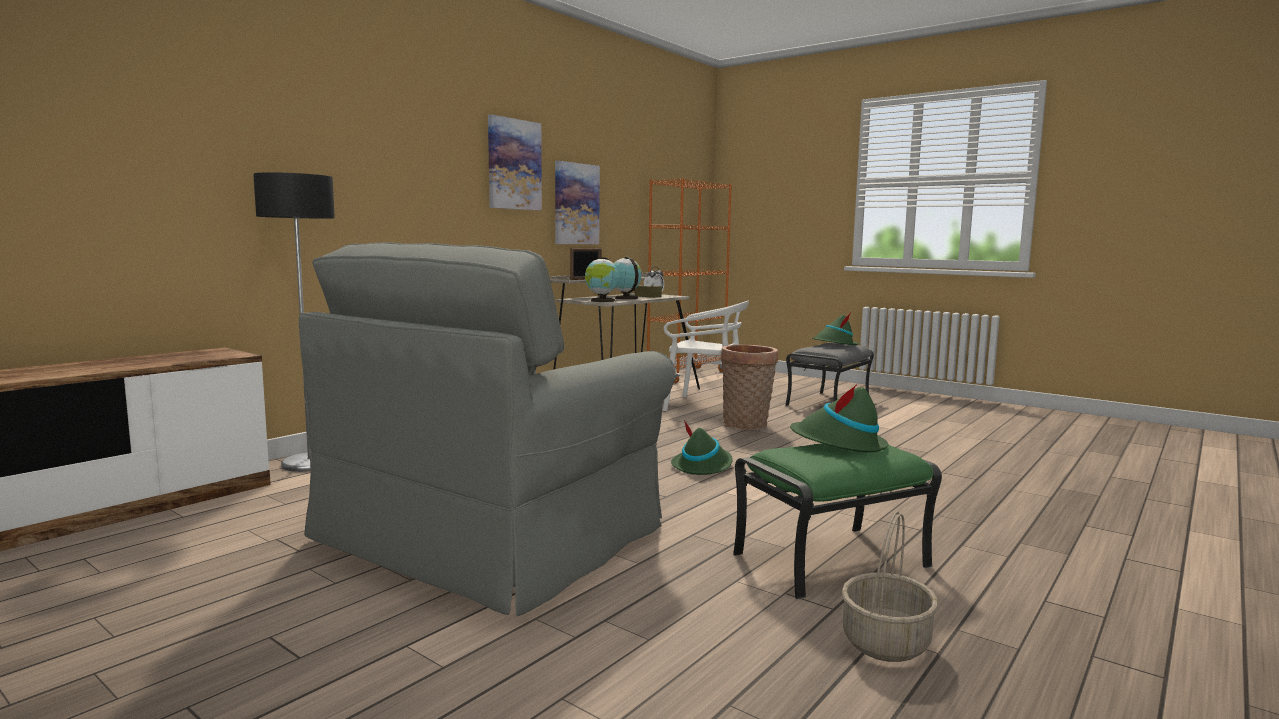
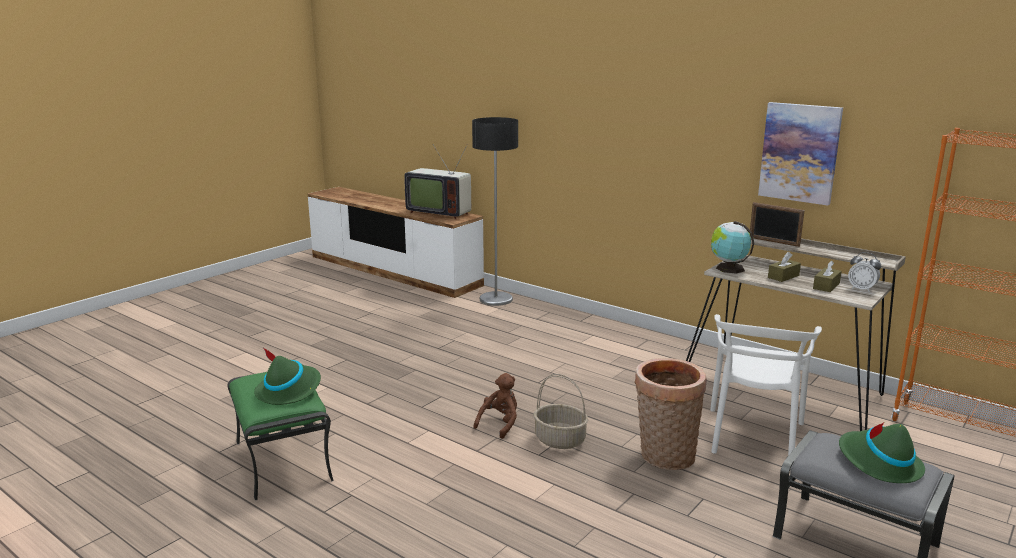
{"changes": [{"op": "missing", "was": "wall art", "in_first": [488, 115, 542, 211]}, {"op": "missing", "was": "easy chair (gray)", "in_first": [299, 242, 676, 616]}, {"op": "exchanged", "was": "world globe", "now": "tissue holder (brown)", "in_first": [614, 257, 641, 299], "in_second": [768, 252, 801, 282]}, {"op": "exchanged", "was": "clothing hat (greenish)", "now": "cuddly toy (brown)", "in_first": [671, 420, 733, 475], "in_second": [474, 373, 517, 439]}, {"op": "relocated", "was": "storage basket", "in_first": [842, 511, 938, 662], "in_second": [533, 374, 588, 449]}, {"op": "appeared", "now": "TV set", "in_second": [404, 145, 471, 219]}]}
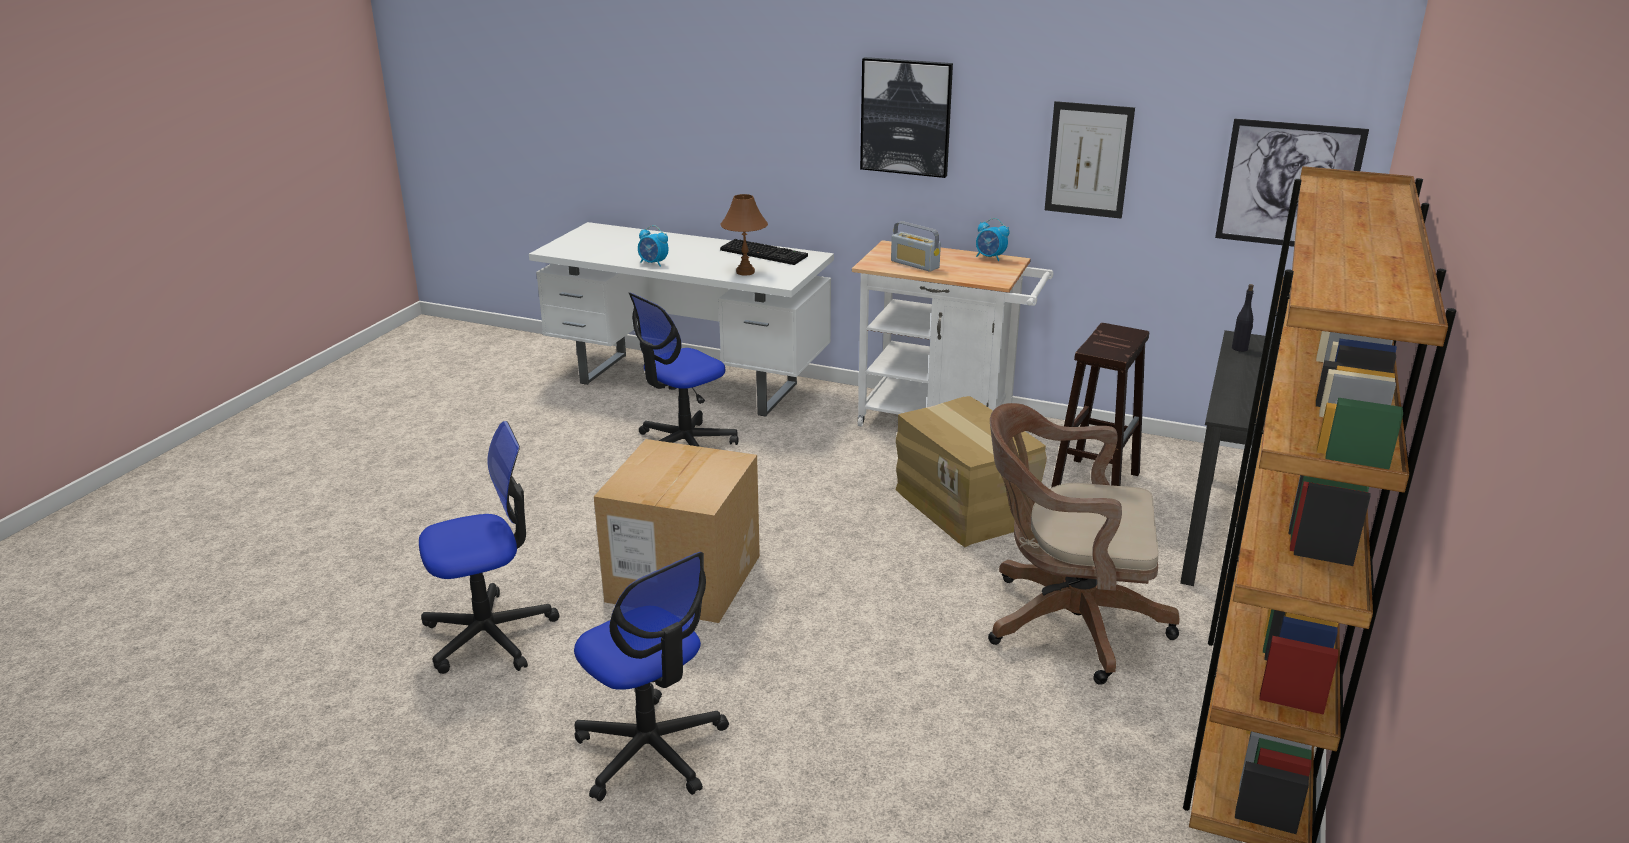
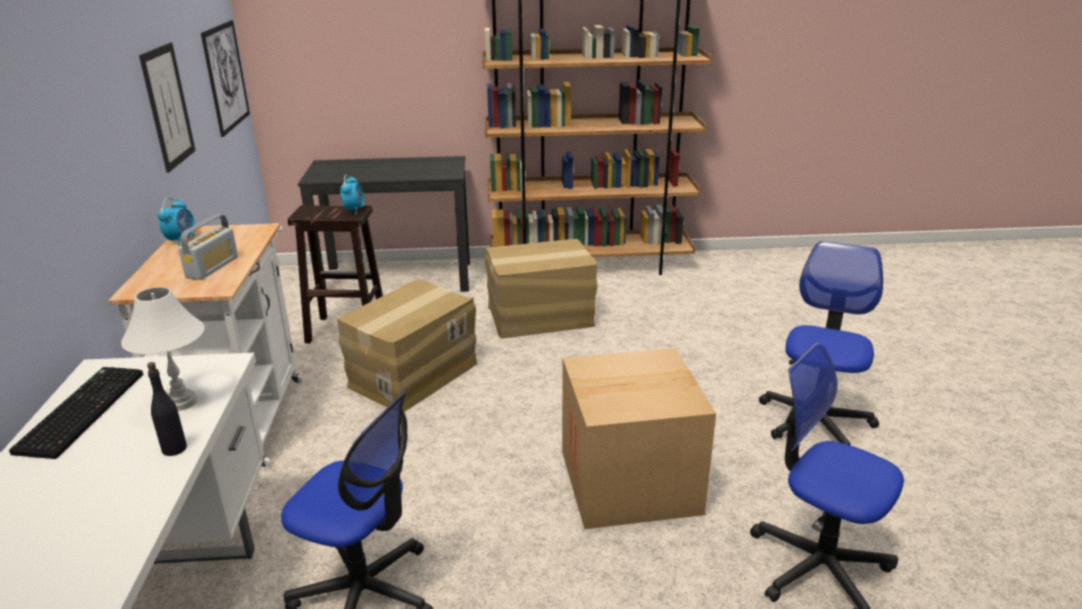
{"changes": [{"op": "missing", "was": "wall art", "in_first": [860, 57, 953, 178]}, {"op": "colour", "was": "tabletop lamp (brown)", "now": "tabletop lamp (whitish)", "in_first": [720, 194, 768, 276], "in_second": [121, 287, 205, 411]}, {"op": "relocated", "was": "alarm clock", "in_first": [638, 225, 669, 267], "in_second": [340, 175, 364, 214]}, {"op": "relocated", "was": "drink bottle (blackish)", "in_first": [1232, 284, 1254, 352], "in_second": [147, 362, 187, 456]}, {"op": "exchanged", "was": "computer chair (brown)", "now": "packing box", "in_first": [988, 403, 1180, 685], "in_second": [485, 239, 598, 338]}]}
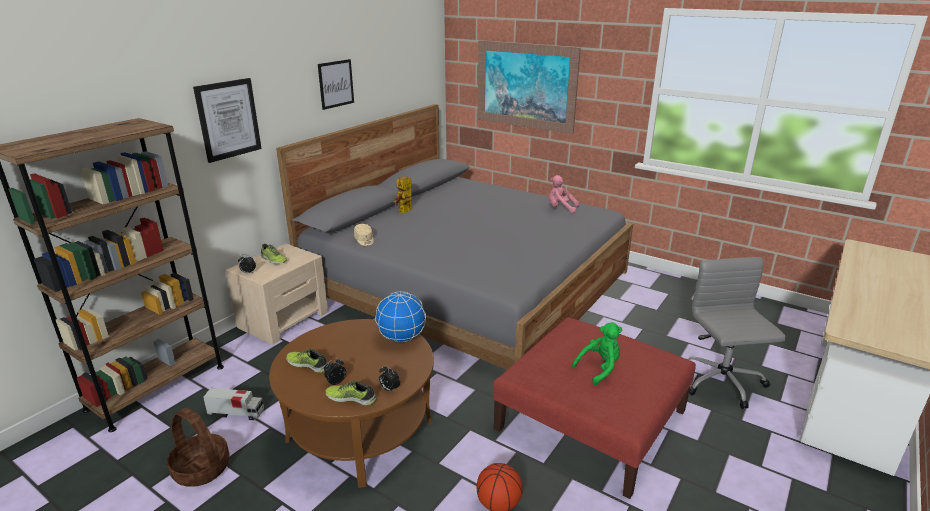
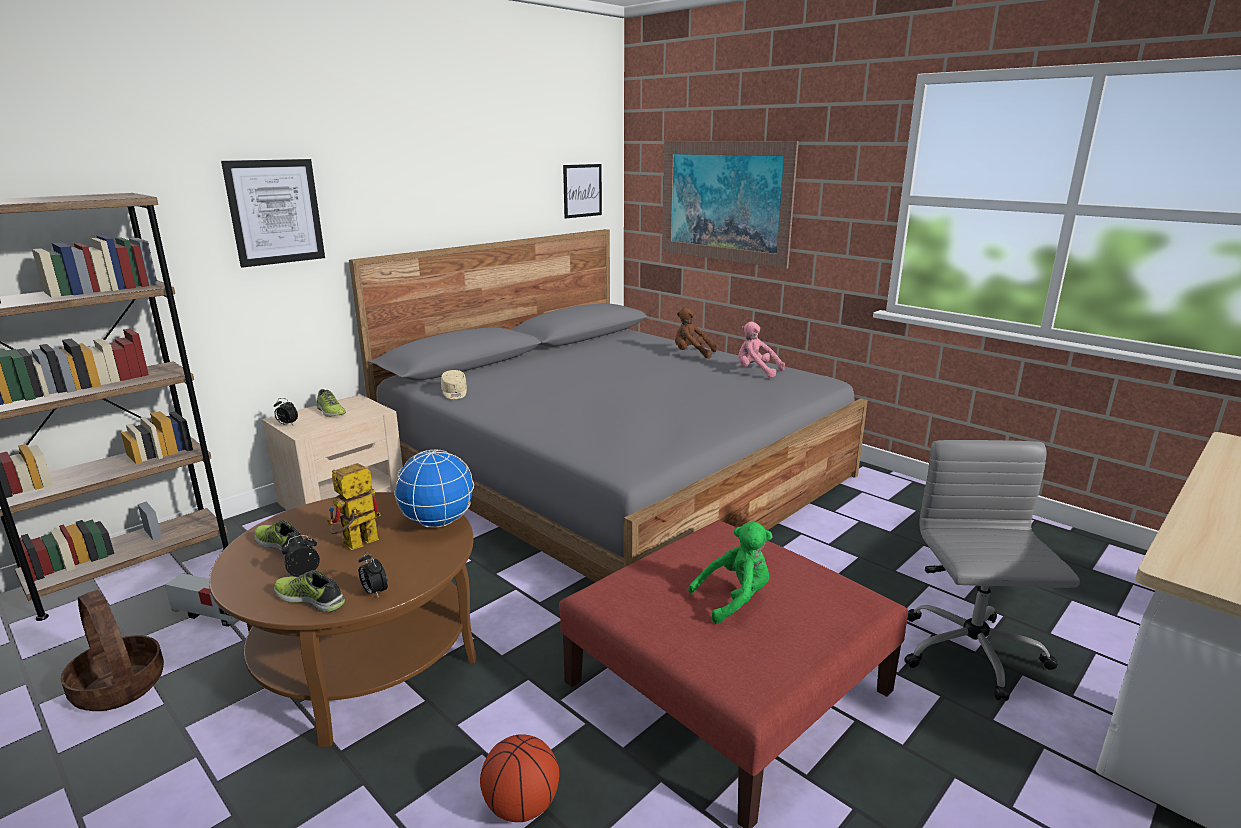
{"changes": [{"op": "relocated", "was": "wall art", "in_first": [318, 59, 354, 110], "in_second": [563, 164, 602, 219]}, {"op": "relocated", "was": "robot figure", "in_first": [393, 176, 412, 213], "in_second": [327, 463, 381, 550]}, {"op": "appeared", "now": "cuddly toy (brown)", "in_second": [675, 308, 717, 358]}]}
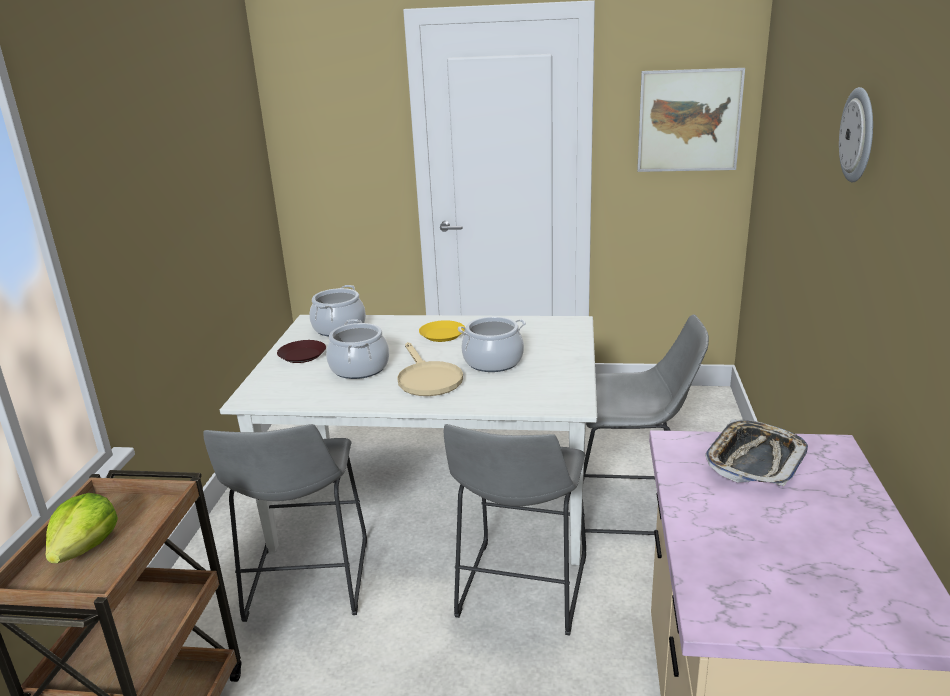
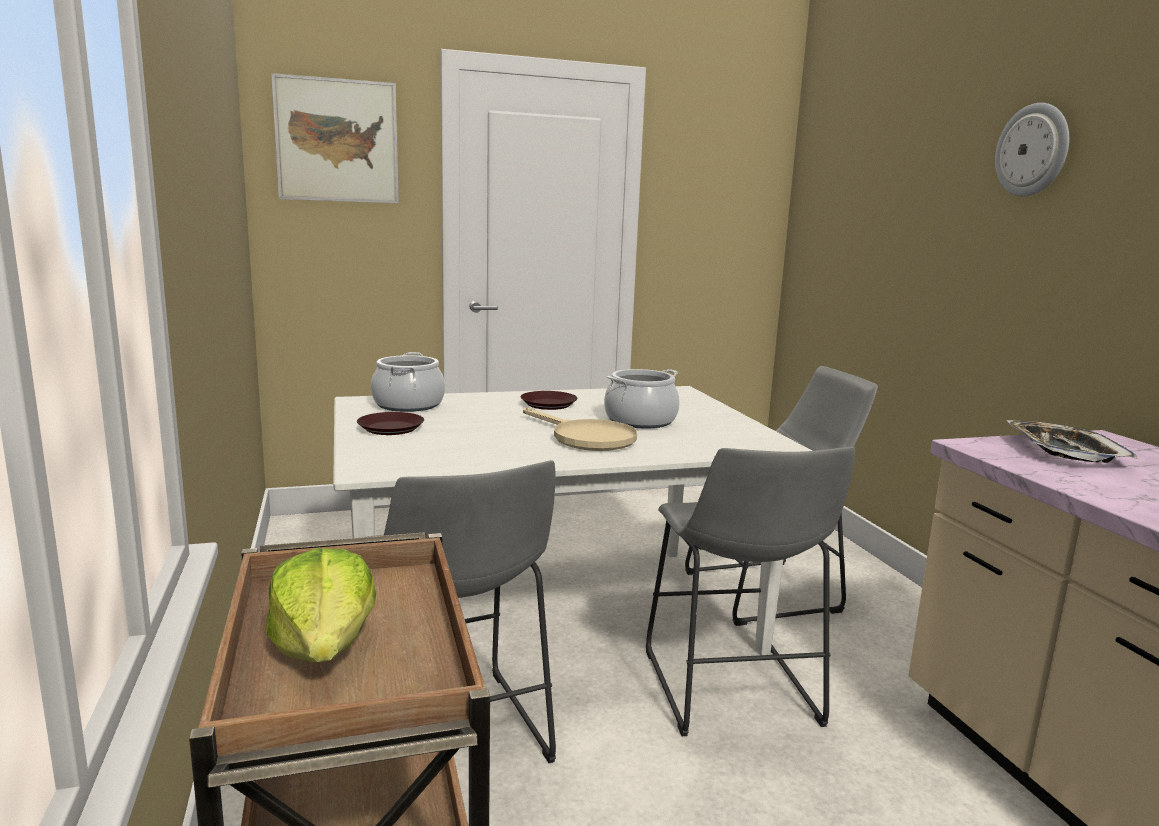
{"changes": [{"op": "relocated", "was": "wall art", "in_first": [637, 68, 745, 172], "in_second": [271, 73, 399, 203]}, {"op": "missing", "was": "stockpot", "in_first": [326, 319, 389, 379]}, {"op": "colour", "was": "plate (yellow)", "now": "plate (brown)", "in_first": [419, 320, 465, 342], "in_second": [520, 391, 578, 410]}]}
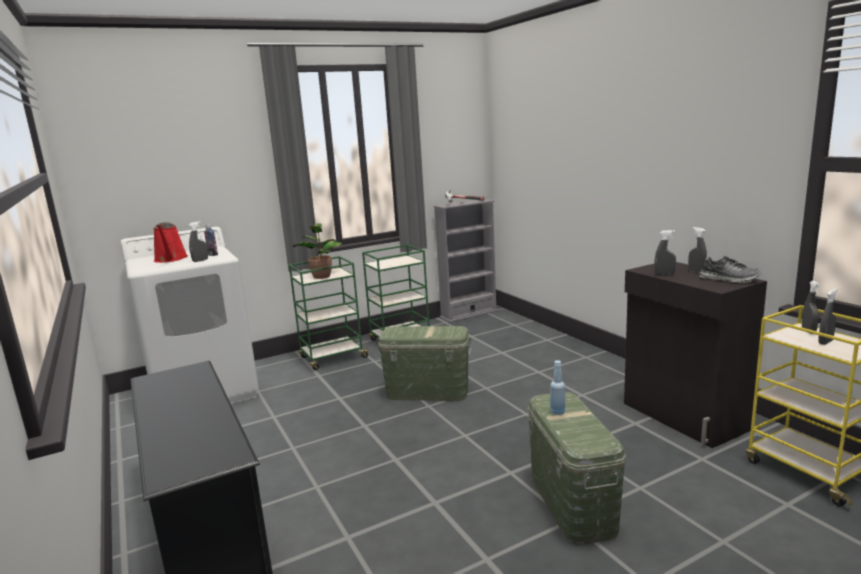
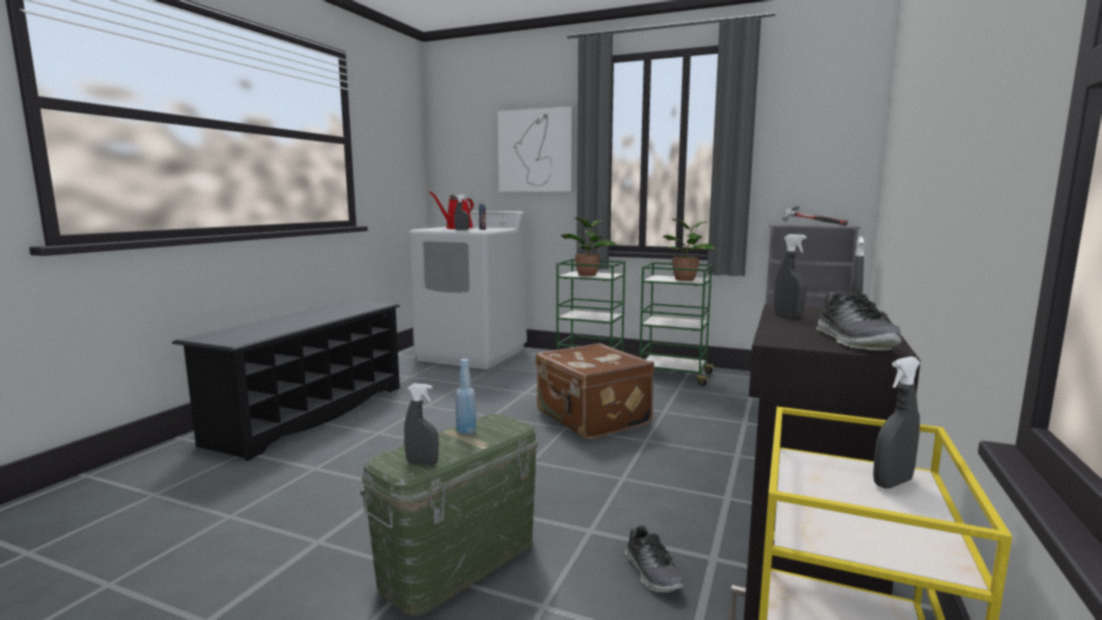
{"changes": [{"op": "relocated", "was": "spray bottle (gray)", "in_first": [818, 288, 838, 345], "in_second": [404, 383, 439, 466]}, {"op": "exchanged", "was": "storage container (greenish)", "now": "travel case (brown)", "in_first": [377, 326, 471, 401], "in_second": [536, 343, 654, 440]}, {"op": "appeared", "now": "wall art", "in_second": [498, 106, 574, 192]}, {"op": "appeared", "now": "potted plant", "in_second": [663, 218, 715, 281]}, {"op": "appeared", "now": "item of footwear", "in_second": [625, 525, 685, 593]}]}
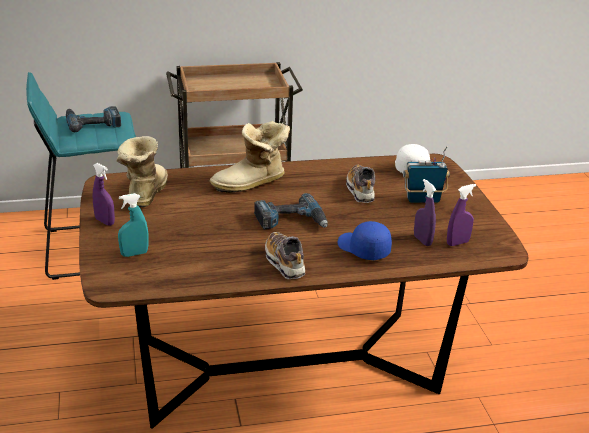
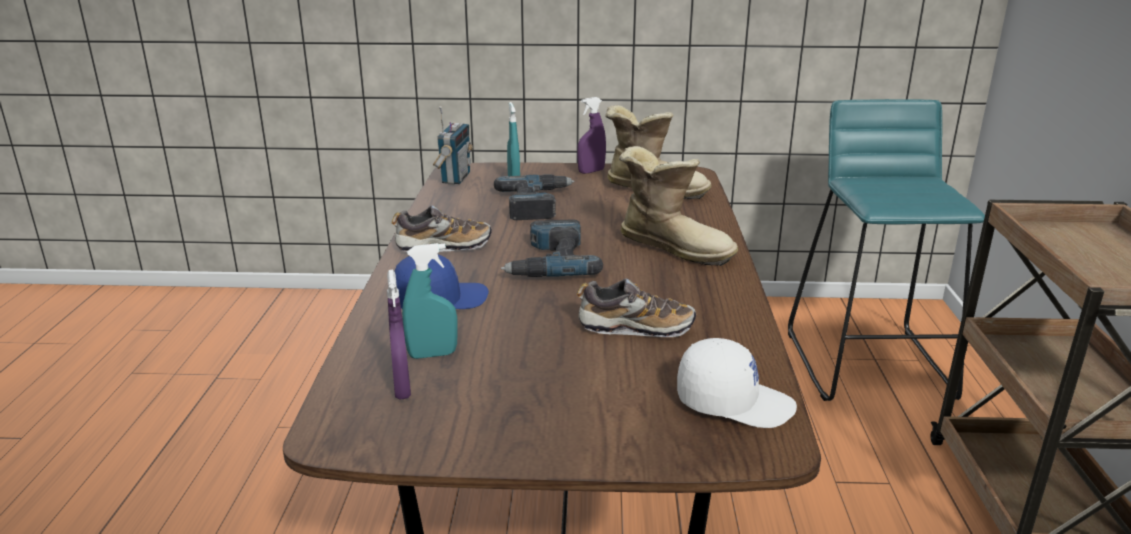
{"changes": [{"op": "relocated", "was": "drill", "in_first": [66, 106, 121, 132], "in_second": [494, 175, 575, 220]}, {"op": "spun", "was": "high-top boot", "in_first": [210, 121, 290, 192], "in_second": [619, 146, 738, 266], "clockwise": 135}, {"op": "relocated", "was": "radio set", "in_first": [403, 146, 450, 203], "in_second": [433, 106, 473, 185]}, {"op": "colour", "was": "spray bottle (purple)", "now": "spray bottle (turquoise-coloured)", "in_first": [414, 179, 436, 246], "in_second": [402, 243, 457, 359]}]}
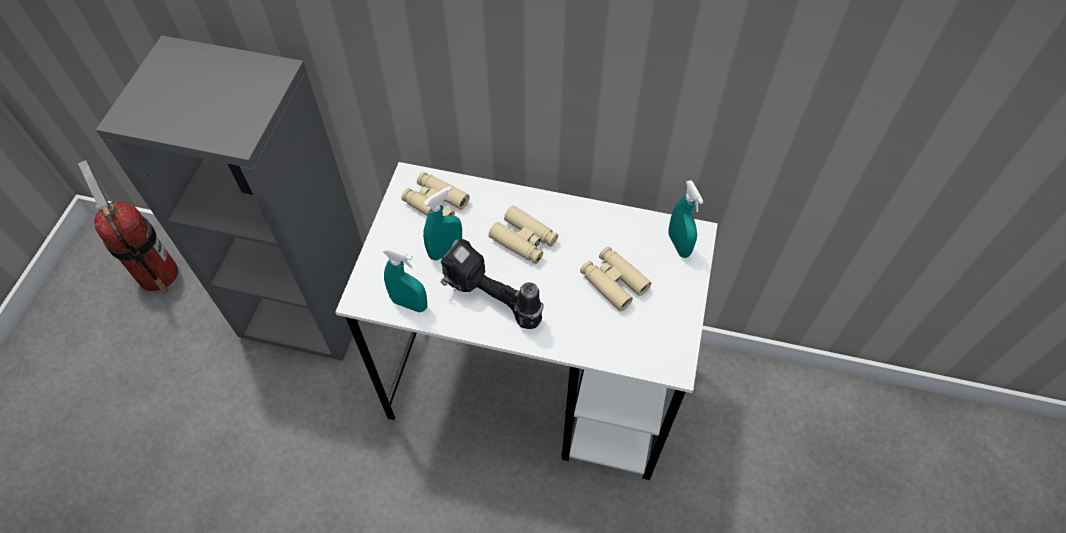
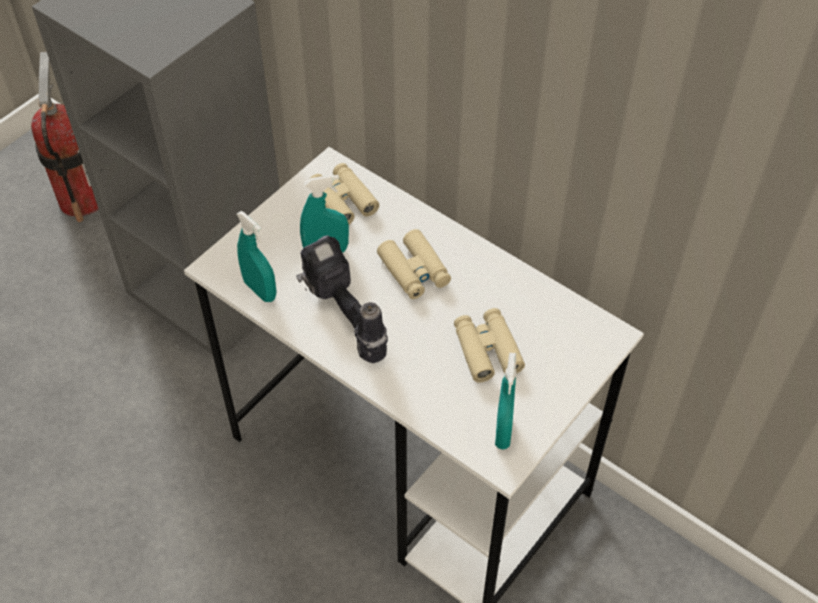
{"changes": [{"op": "relocated", "was": "spray bottle (turquoise-coloured)", "in_first": [668, 180, 704, 258], "in_second": [495, 353, 516, 450]}]}
